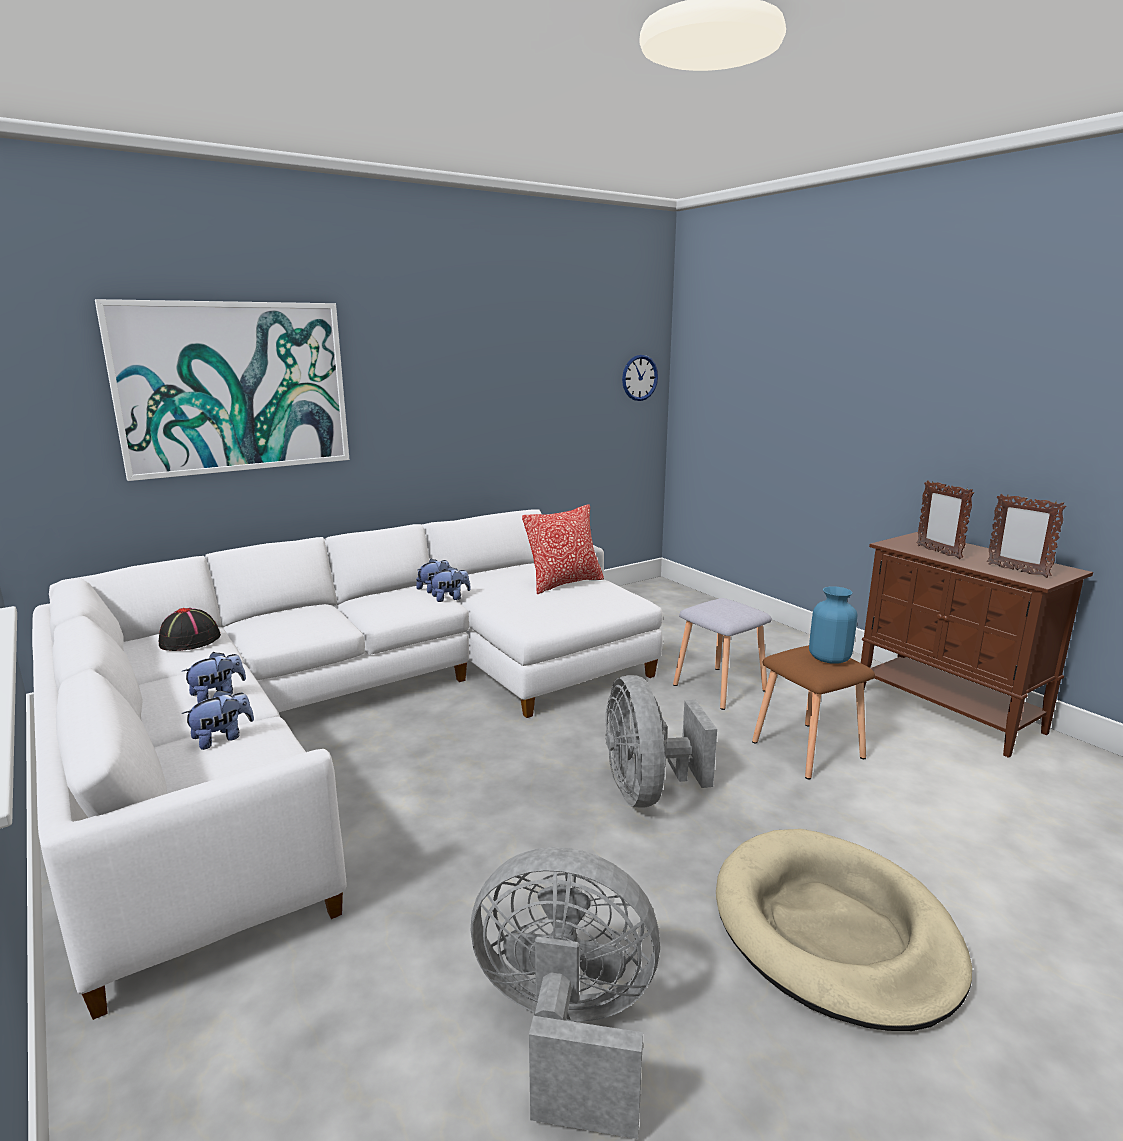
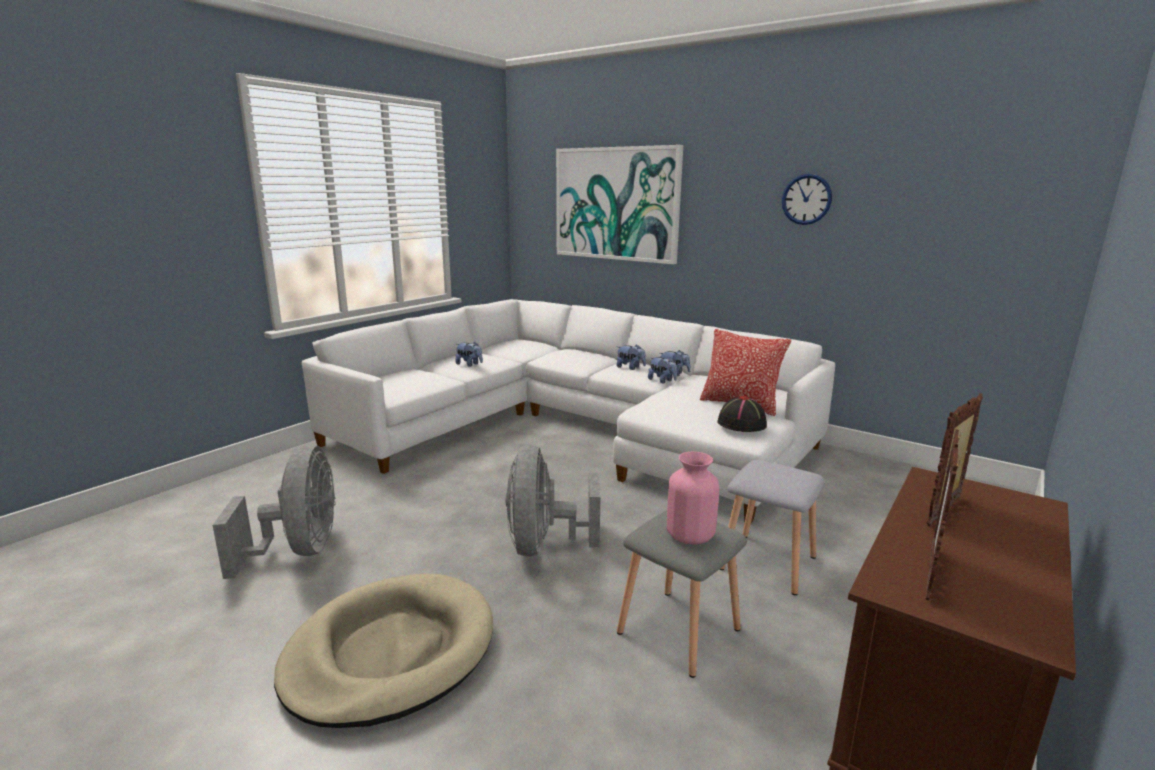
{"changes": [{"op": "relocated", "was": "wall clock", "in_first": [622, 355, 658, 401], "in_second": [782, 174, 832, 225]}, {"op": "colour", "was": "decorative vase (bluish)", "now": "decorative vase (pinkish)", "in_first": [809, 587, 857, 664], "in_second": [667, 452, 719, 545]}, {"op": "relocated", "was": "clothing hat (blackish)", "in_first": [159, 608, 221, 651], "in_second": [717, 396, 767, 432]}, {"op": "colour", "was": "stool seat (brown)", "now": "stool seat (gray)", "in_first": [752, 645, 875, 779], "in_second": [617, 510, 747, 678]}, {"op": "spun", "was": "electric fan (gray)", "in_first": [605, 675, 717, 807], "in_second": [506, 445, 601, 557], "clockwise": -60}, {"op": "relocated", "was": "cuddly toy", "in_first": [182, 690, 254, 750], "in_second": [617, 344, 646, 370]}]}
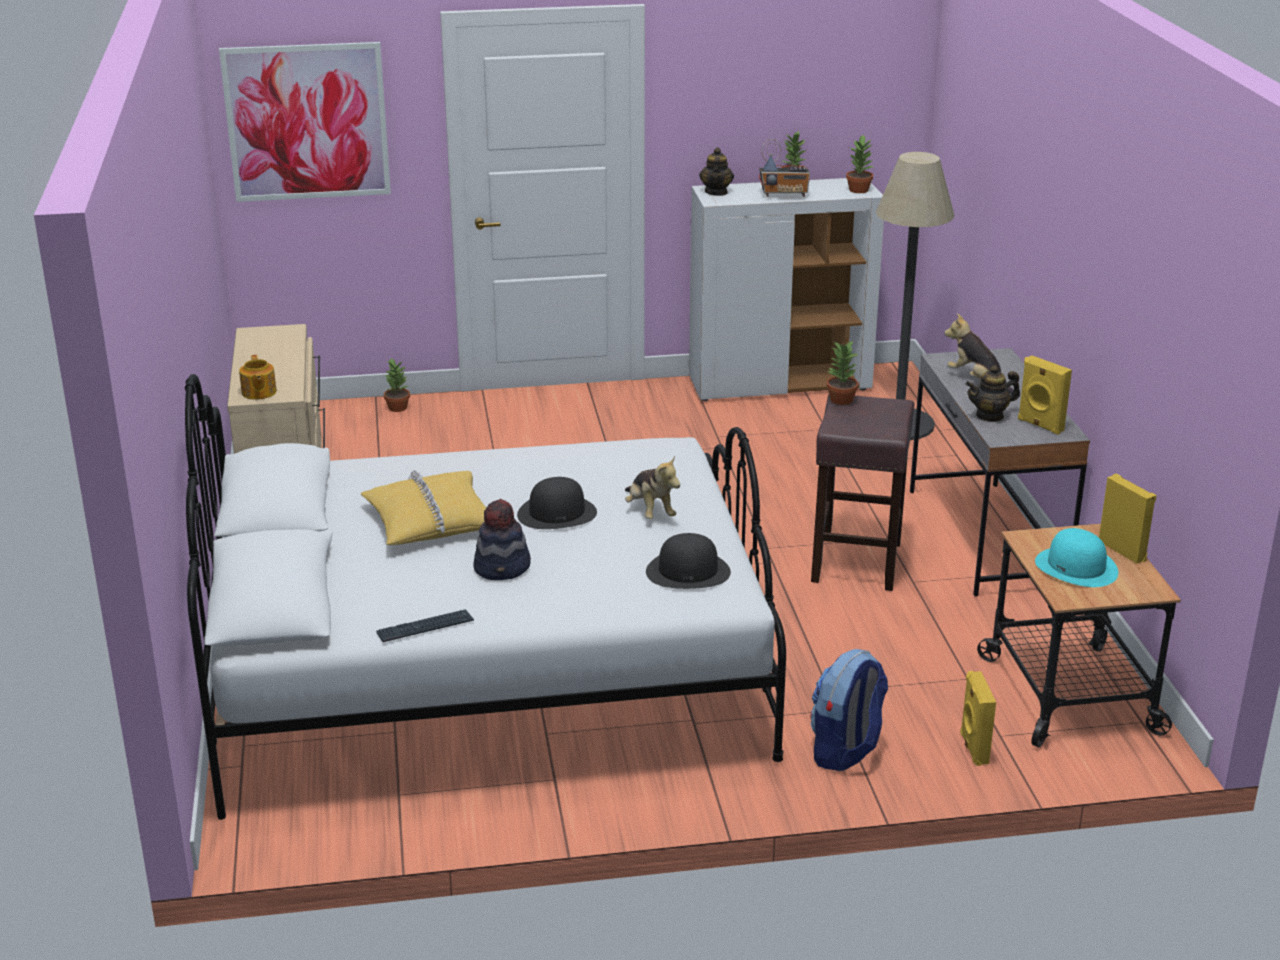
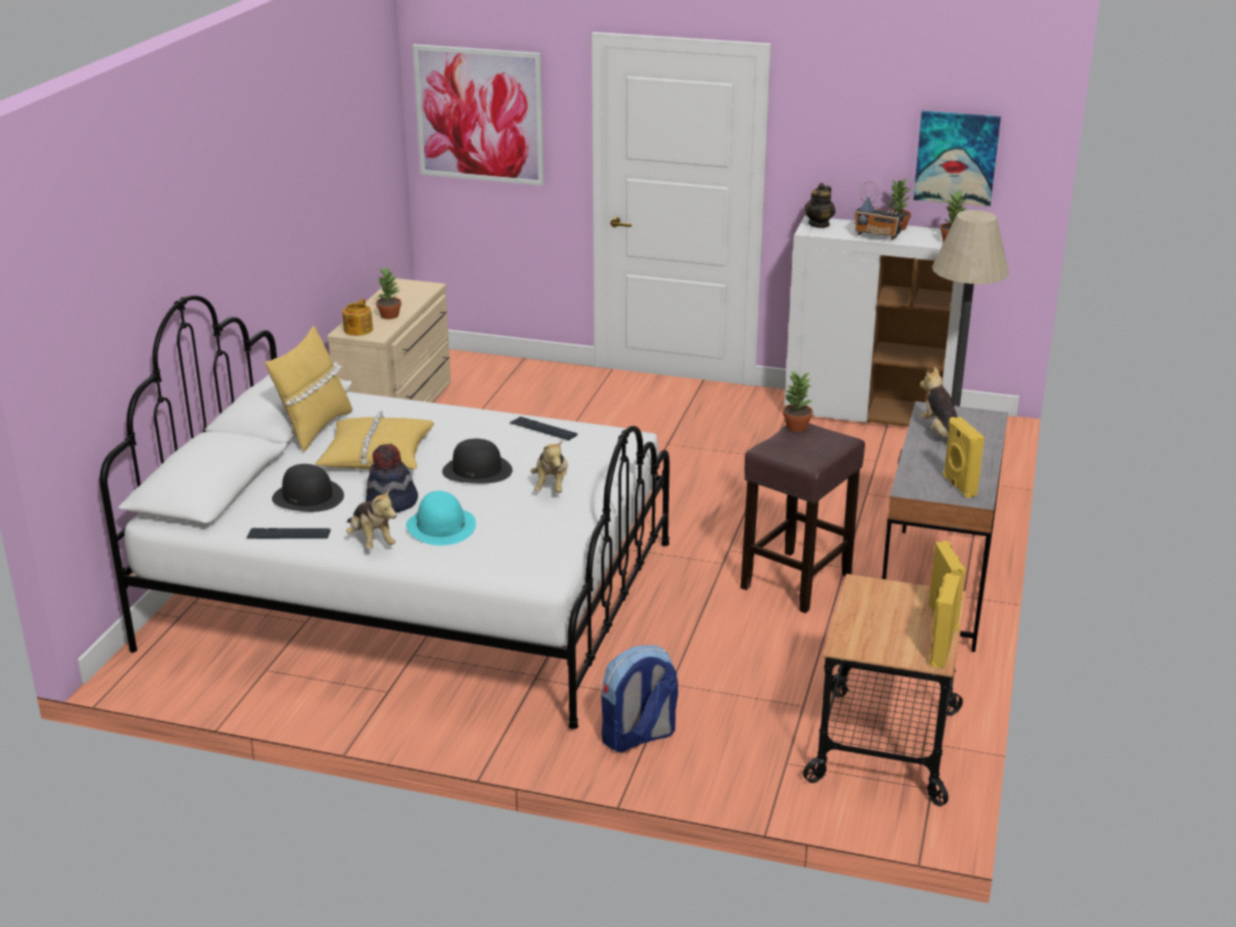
{"changes": [{"op": "relocated", "was": "potted plant", "in_first": [384, 359, 410, 412], "in_second": [376, 268, 401, 319]}, {"op": "missing", "was": "teapot", "in_first": [966, 365, 1020, 422]}, {"op": "relocated", "was": "clothing hat (turquoise-coloured)", "in_first": [1035, 528, 1118, 587], "in_second": [406, 491, 476, 546]}, {"op": "relocated", "was": "clothing hat (blackish)", "in_first": [646, 533, 731, 589], "in_second": [272, 464, 344, 512]}, {"op": "relocated", "was": "speaker (yellow)", "in_first": [960, 671, 996, 766], "in_second": [929, 573, 960, 668]}, {"op": "appeared", "now": "wall art", "in_second": [913, 111, 1001, 207]}, {"op": "appeared", "now": "pillow (yellow)", "in_second": [265, 326, 352, 452]}, {"op": "appeared", "now": "PC keyboard", "in_second": [510, 417, 578, 440]}, {"op": "appeared", "now": "cuddly toy", "in_second": [346, 488, 397, 549]}]}
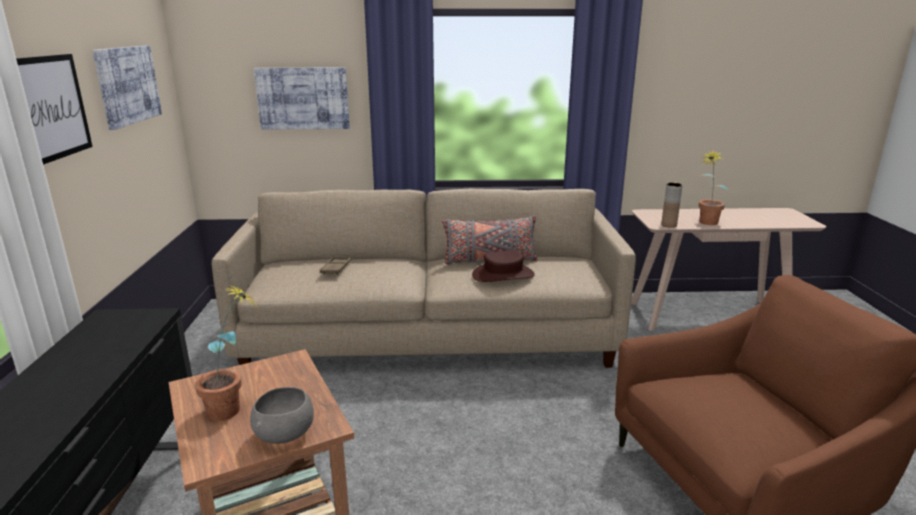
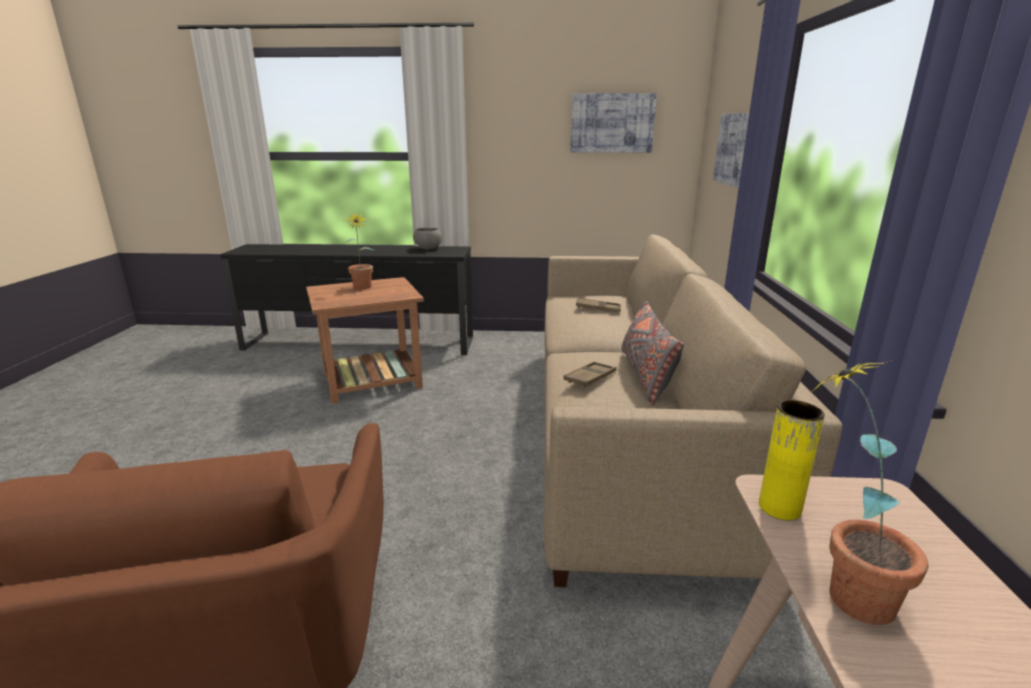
{"changes": [{"op": "missing", "was": "wall art", "in_first": [16, 54, 93, 165]}, {"op": "colour", "was": "decorative vase (brown)", "now": "decorative vase (yellow)", "in_first": [661, 183, 683, 228], "in_second": [759, 400, 825, 520]}, {"op": "exchanged", "was": "clothing hat (brown)", "now": "serving tray (brown)", "in_first": [472, 250, 535, 282], "in_second": [564, 361, 617, 388]}, {"op": "relocated", "was": "serving bowl (gray)", "in_first": [250, 387, 314, 444], "in_second": [413, 228, 442, 249]}]}
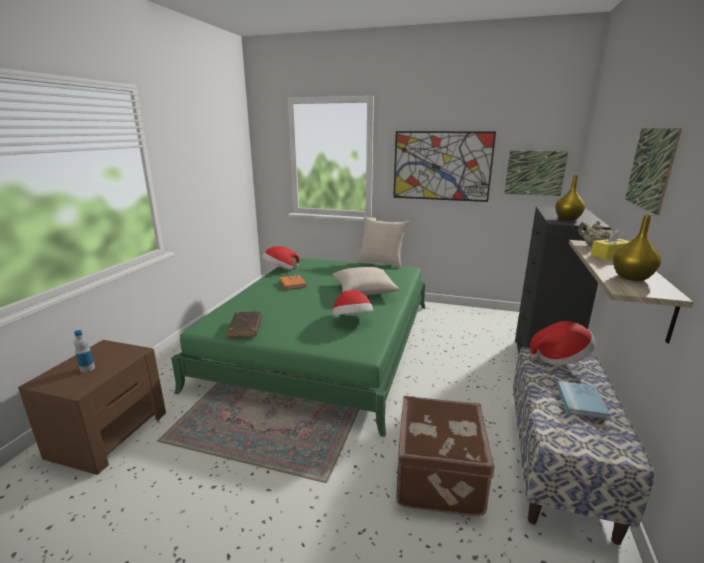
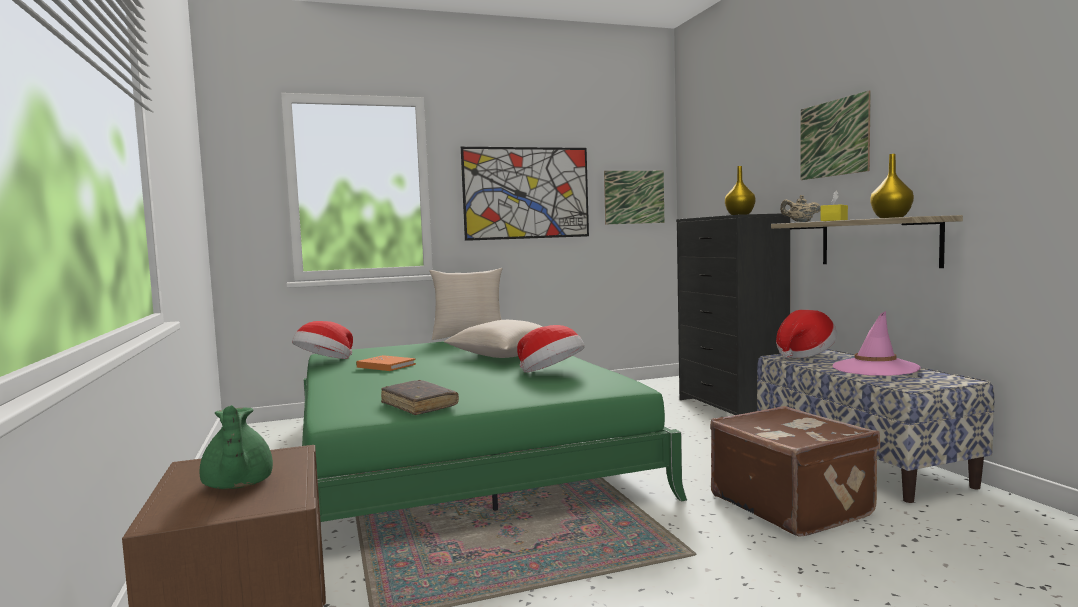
{"changes": [{"op": "exchanged", "was": "drink bottle", "now": "teapot (greenish)", "in_first": [74, 330, 95, 372], "in_second": [200, 405, 273, 489]}, {"op": "exchanged", "was": "volume (bluish)", "now": "clothing hat (pinkish)", "in_first": [557, 381, 610, 420], "in_second": [832, 311, 921, 376]}]}
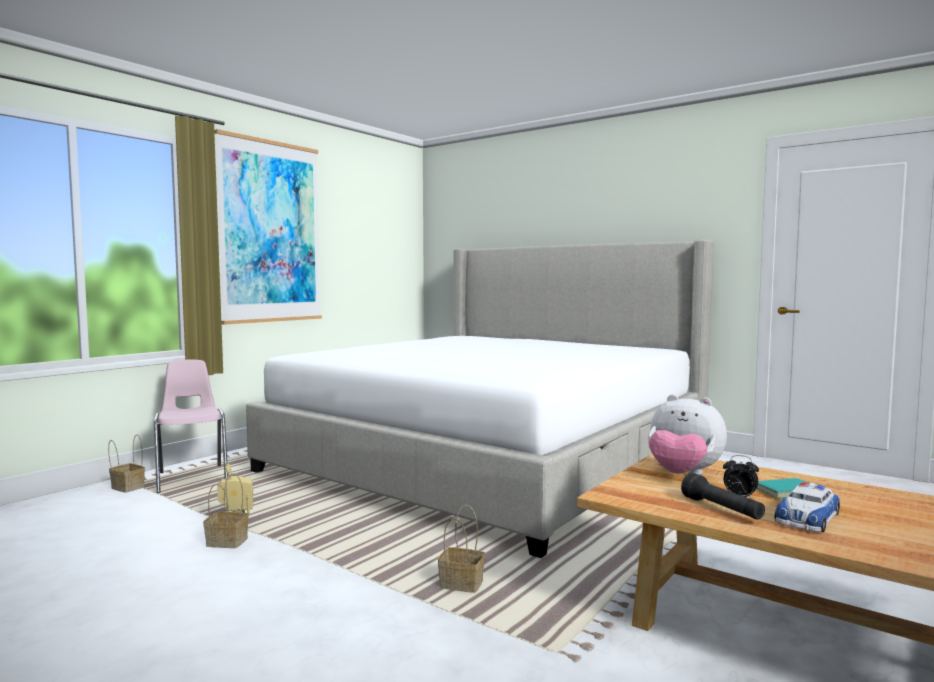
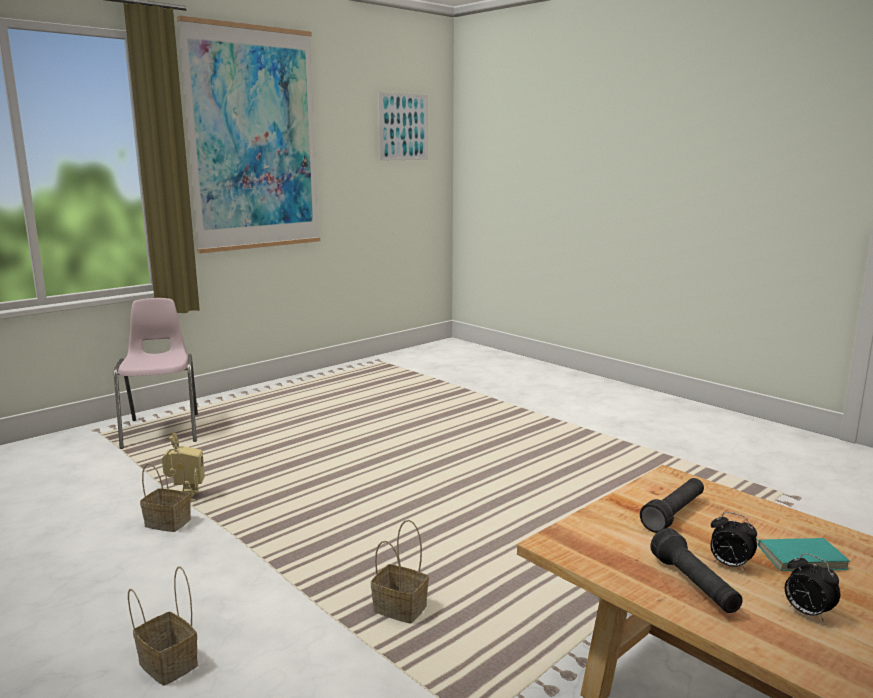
{"changes": [{"op": "missing", "was": "bedroom bed", "in_first": [246, 239, 714, 558]}, {"op": "exchanged", "was": "cuddly toy", "now": "flashlight (blackish)", "in_first": [648, 394, 727, 475], "in_second": [640, 478, 704, 533]}, {"op": "relocated", "was": "storage basket", "in_first": [108, 435, 145, 493], "in_second": [128, 566, 198, 686]}, {"op": "exchanged", "was": "model car", "now": "alarm clock", "in_first": [775, 482, 840, 532], "in_second": [785, 553, 840, 622]}, {"op": "appeared", "now": "wall art", "in_second": [378, 92, 428, 161]}]}
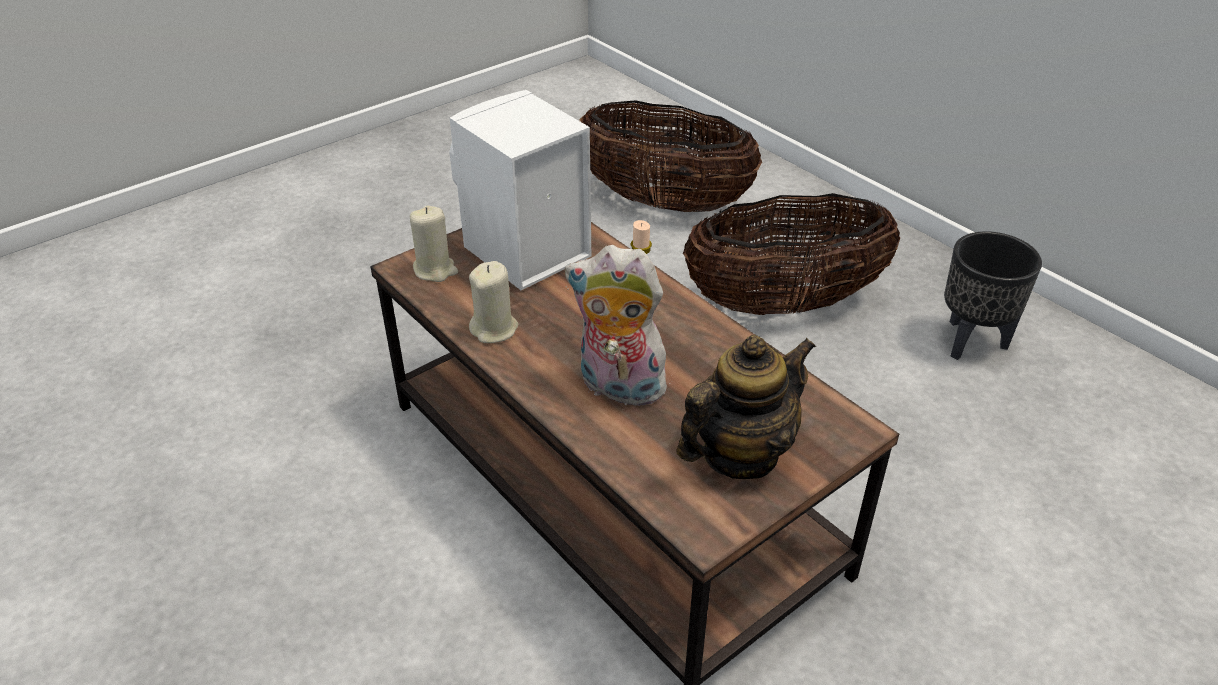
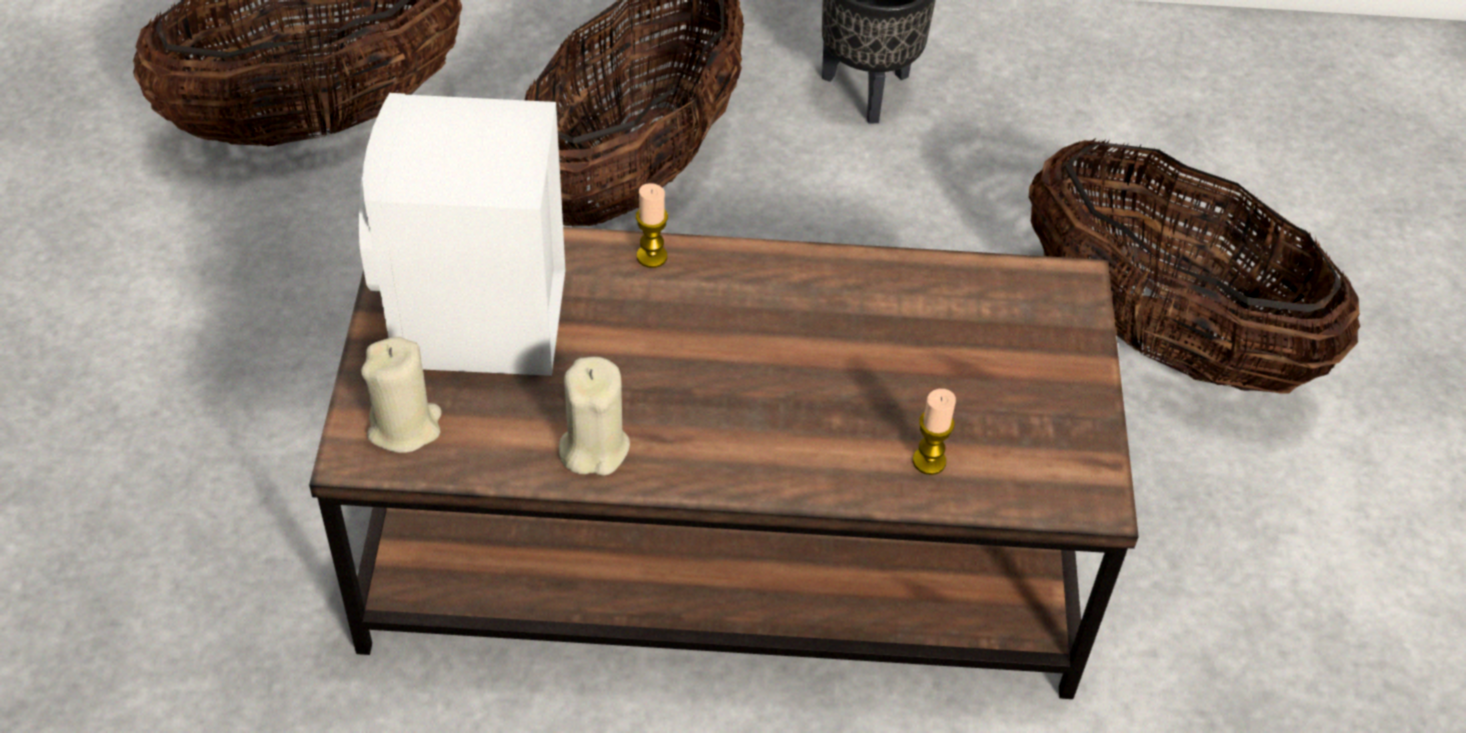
{"changes": [{"op": "missing", "was": "cuddly toy", "in_first": [565, 245, 671, 406]}, {"op": "missing", "was": "teapot", "in_first": [676, 335, 816, 479]}, {"op": "appeared", "now": "storage basket", "in_second": [1029, 138, 1360, 394]}, {"op": "appeared", "now": "wax light", "in_second": [913, 389, 956, 475]}]}
